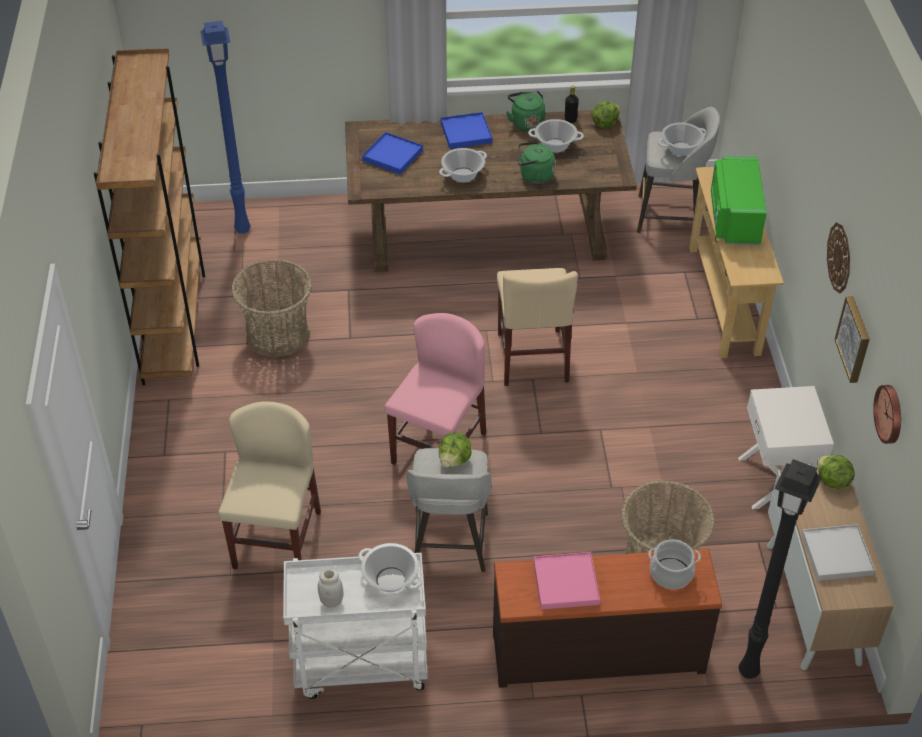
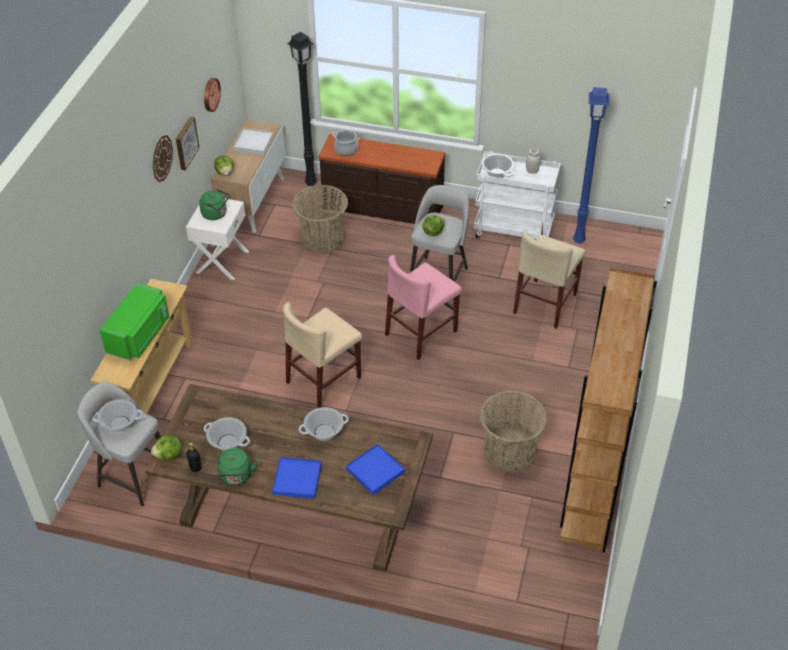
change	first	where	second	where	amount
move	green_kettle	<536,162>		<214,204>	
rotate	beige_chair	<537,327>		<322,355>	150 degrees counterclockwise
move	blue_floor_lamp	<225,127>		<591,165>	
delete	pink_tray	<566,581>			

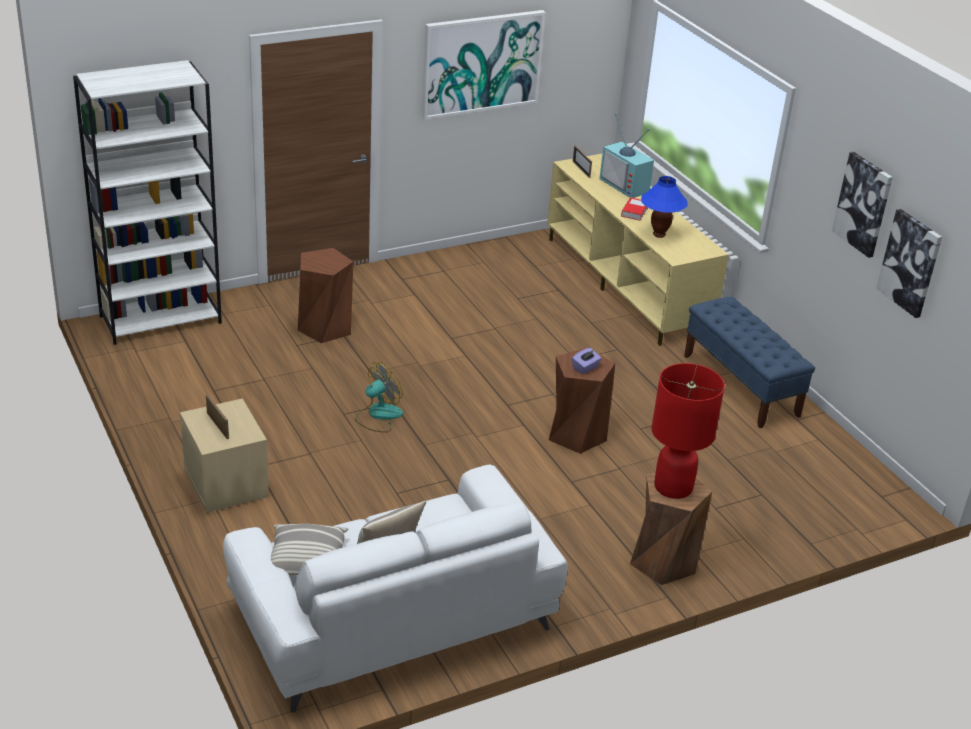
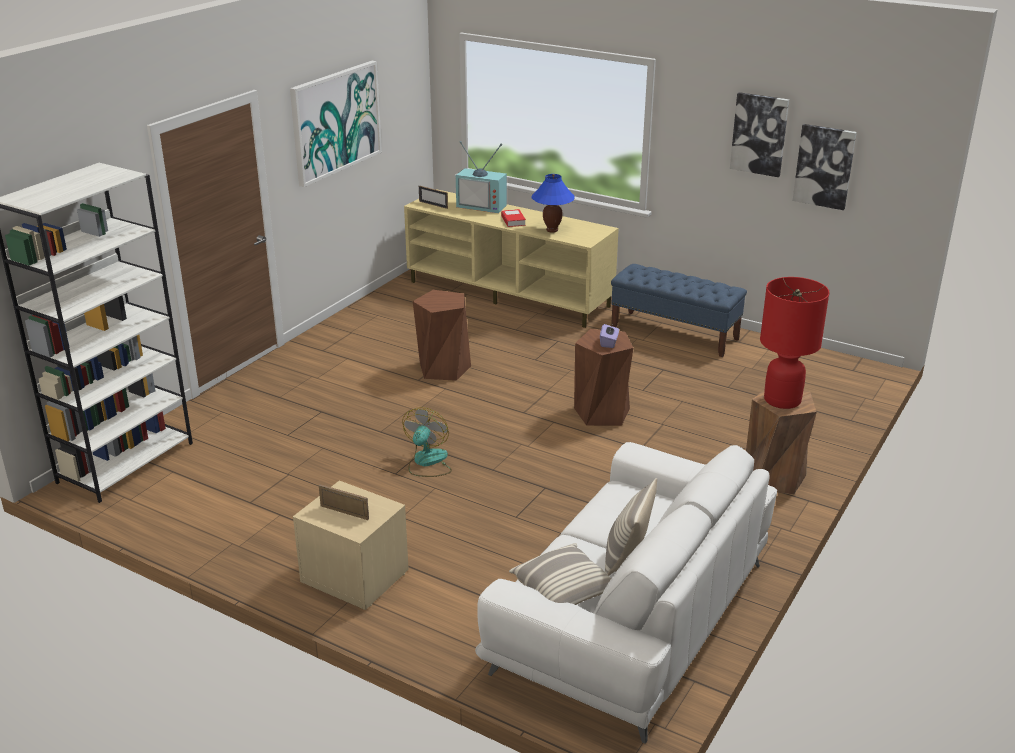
change	first	where	second	where	amount
move	brown_stool	<325,295>		<442,335>	

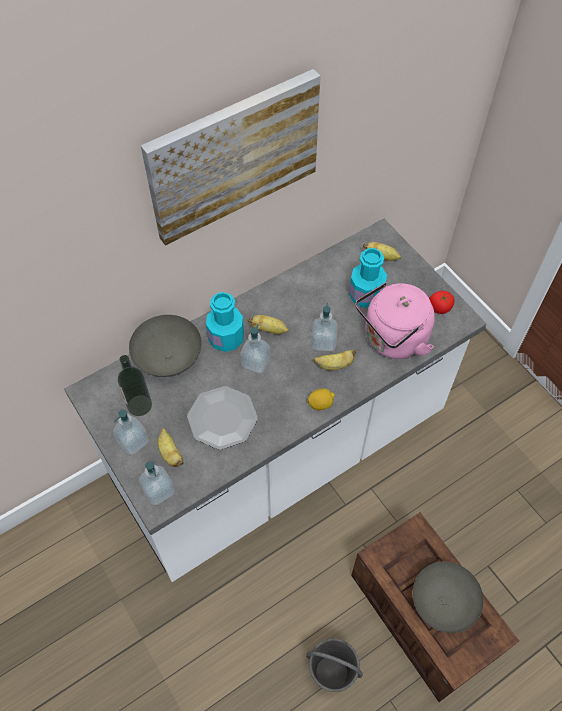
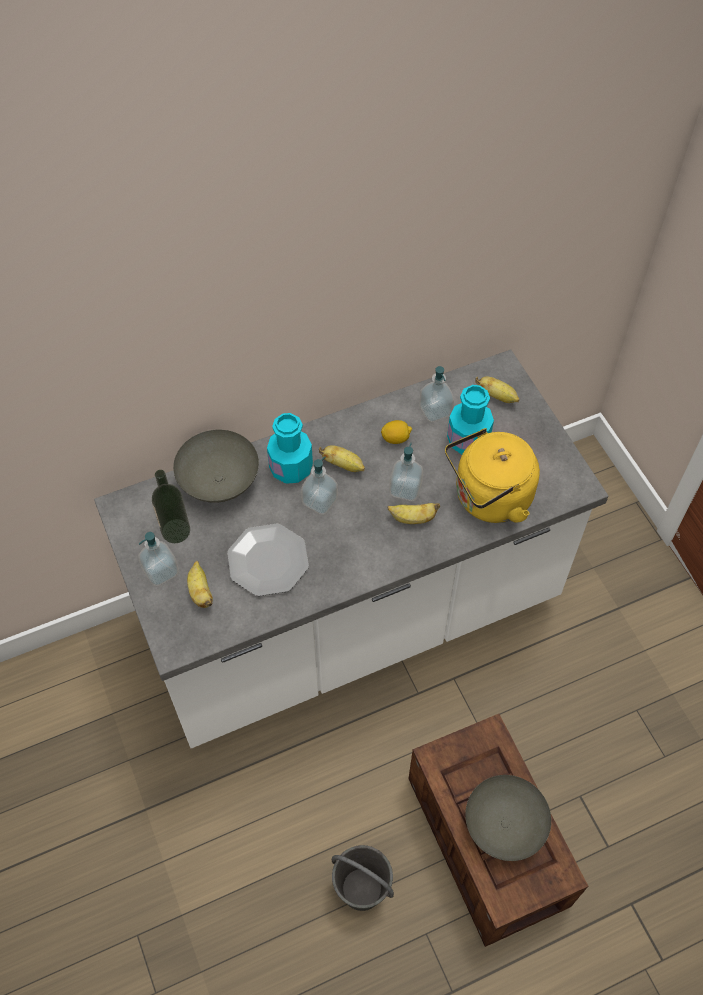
change	first	where	second	where	amount
move	lemon	<321,399>		<396,432>	
move	soap_dispenser	<157,483>		<436,394>	
recolor	pink_kettle	<395,320>	yellow_kettle	<492,475>	
delete	picture	<231,157>			
delete	tomato	<441,302>			

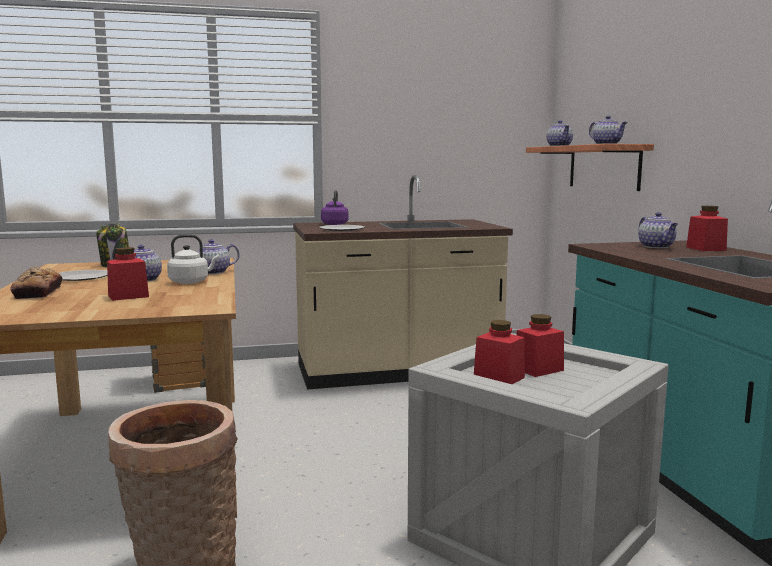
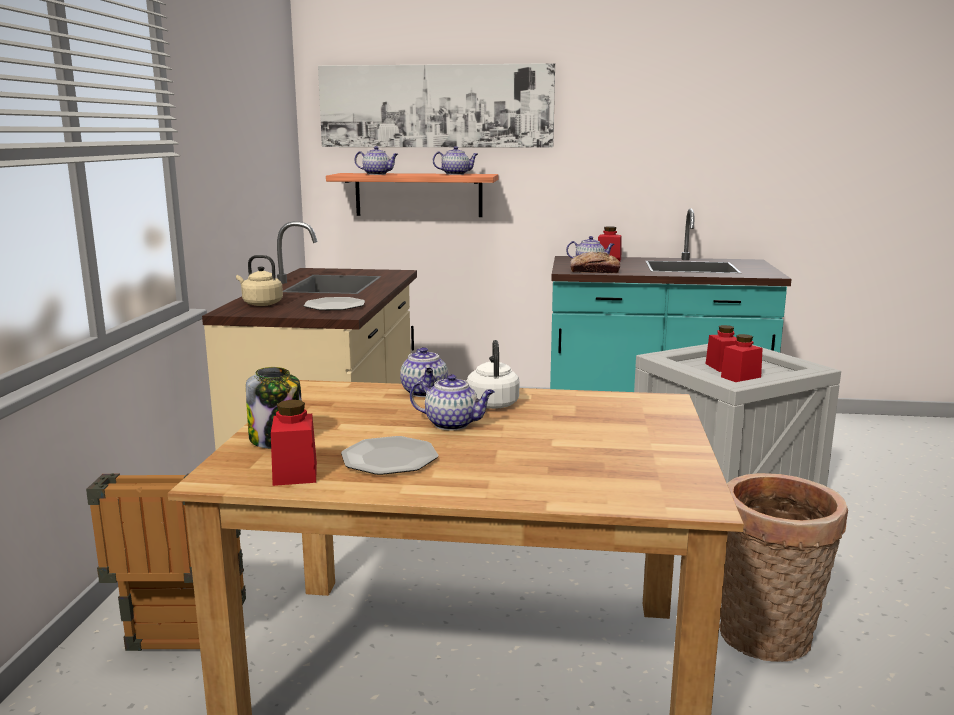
change	first	where	second	where	amount
recolor	purple_kettle	<334,207>	beige_kettle	<259,280>	
move	red_jar	<128,274>		<294,443>	
insert			picture	<436,105>	
move	bread	<36,282>		<595,263>	

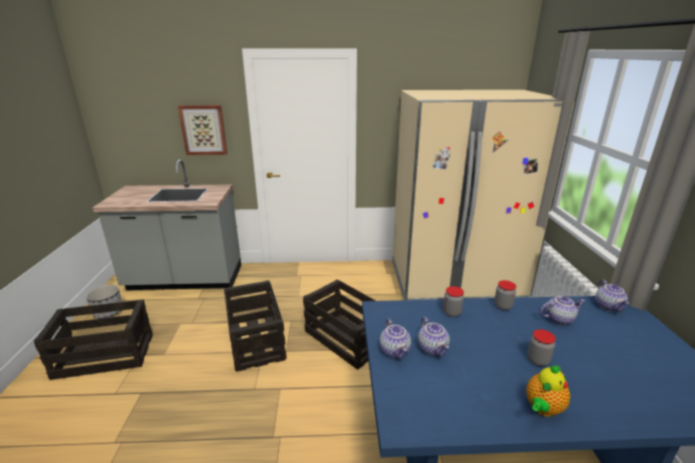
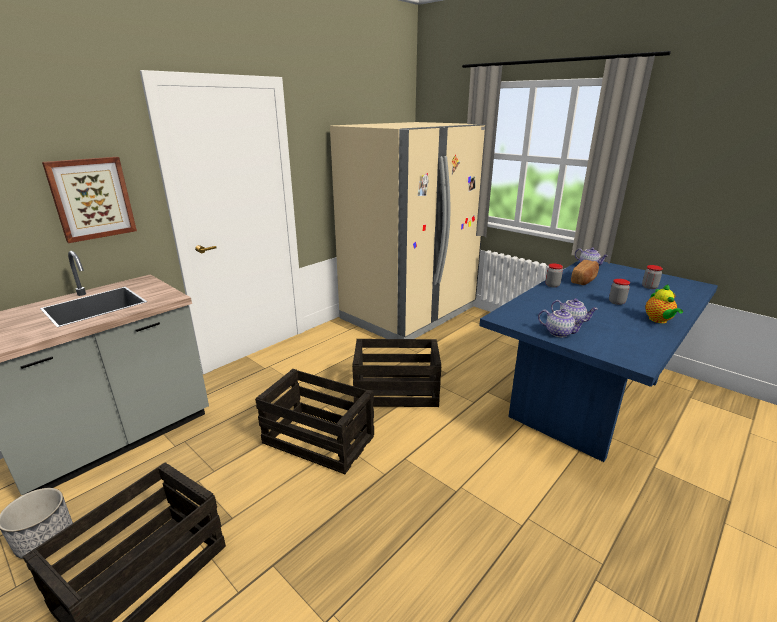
change	first	where	second	where	amount
replace	teapot	<562,310>	bread	<585,272>	
move	jar	<453,301>		<652,277>	

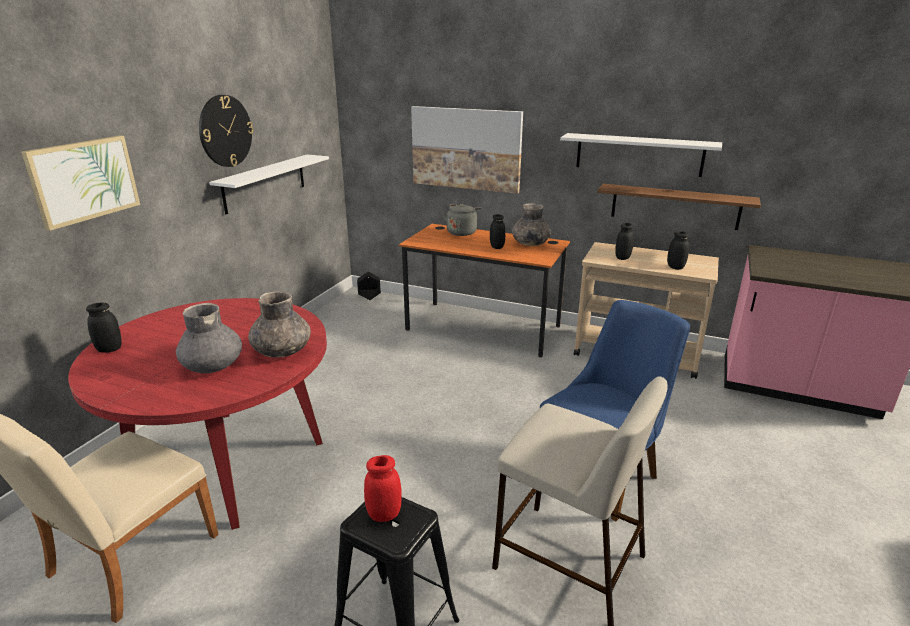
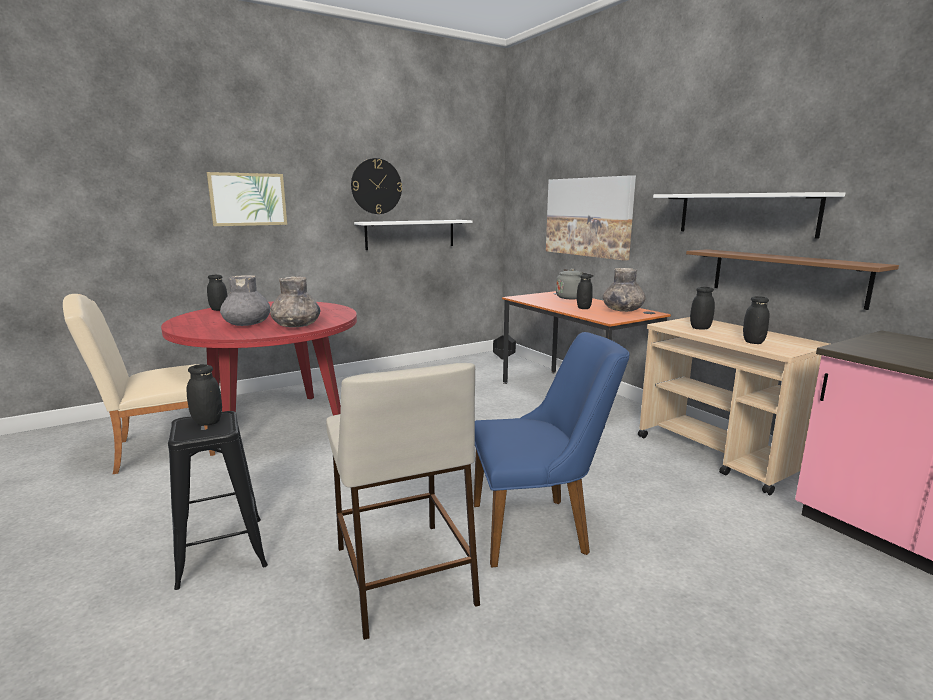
change	first	where	second	where	amount
recolor	red_jar	<383,488>	black_jar	<204,394>	

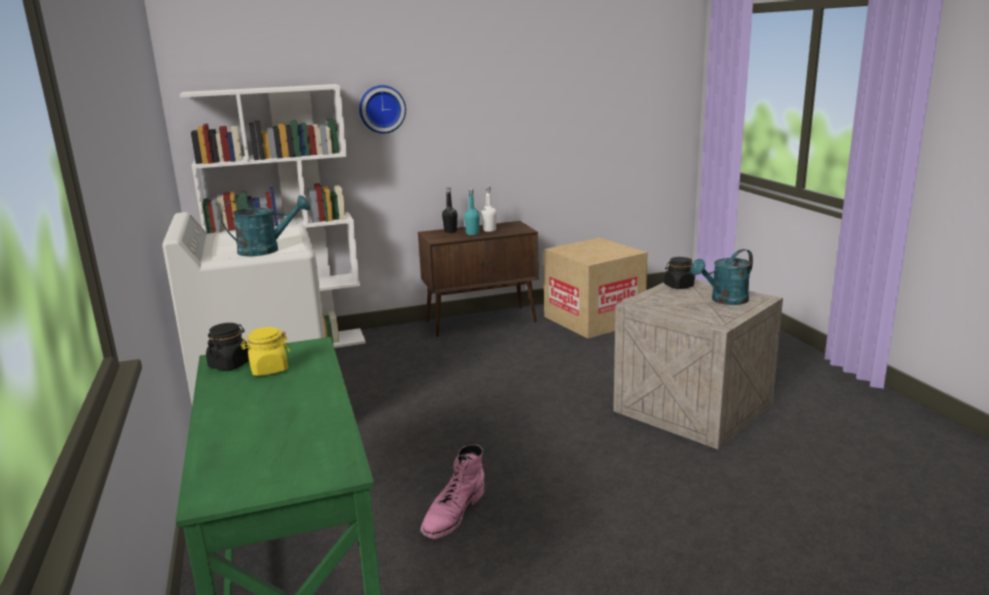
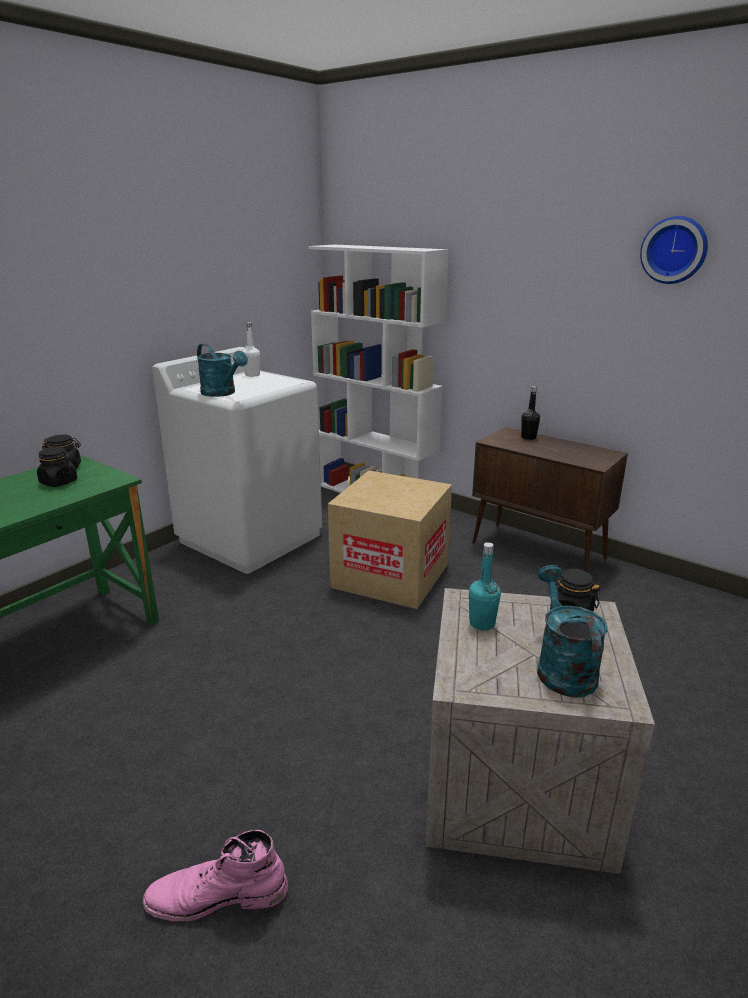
change	first	where	second	where	amount
recolor	yellow_jar	<265,351>	black_jar	<57,467>	
move	pink_boot	<452,491>		<215,875>	
move	white_bottle	<489,209>		<251,349>	
move	cardboard_box	<595,288>		<390,539>	
move	turquoise_bottle	<472,212>		<485,586>	
rotate	turquoise_watering_can	<722,277>		<572,631>	60 degrees clockwise
move	wall_clock	<382,109>		<674,250>	

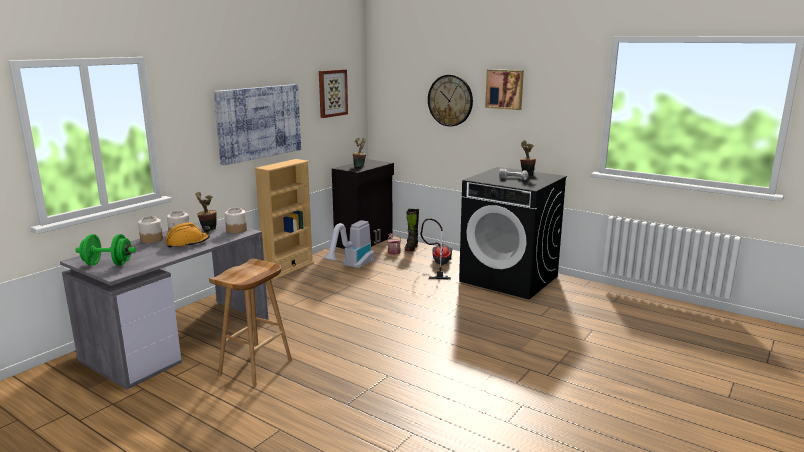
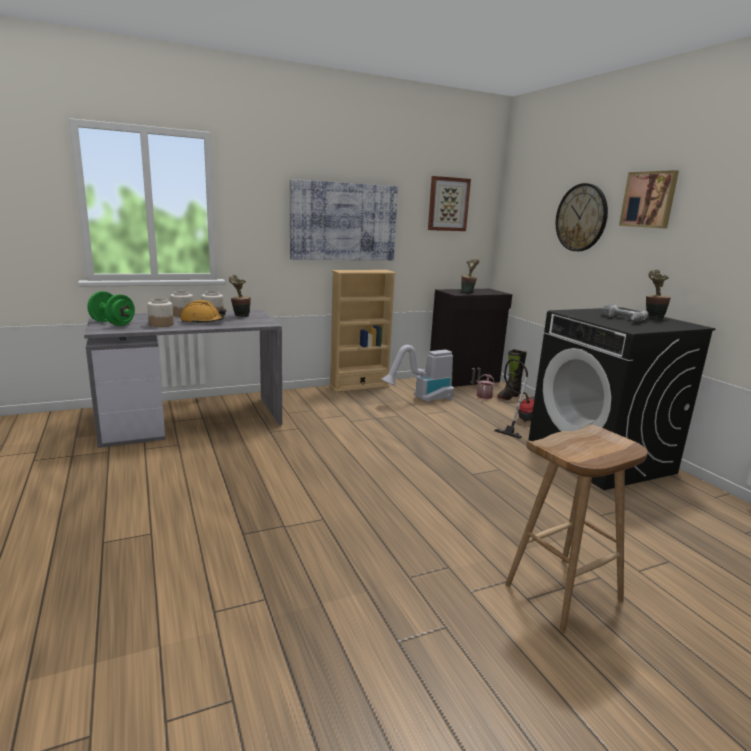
change	first	where	second	where	amount
move	jar	<236,220>		<160,312>	
move	brown_stool	<250,323>		<576,528>	

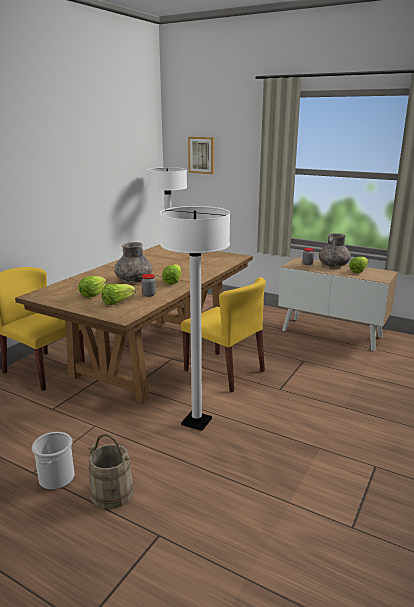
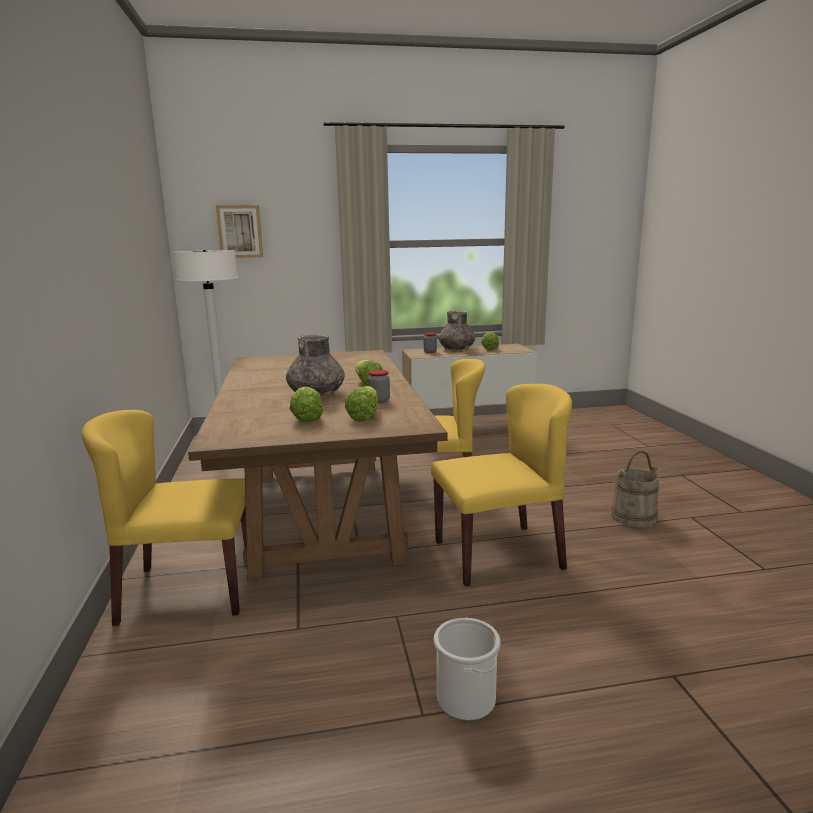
change	first	where	second	where	amount
replace	white_floor_lamp	<194,318>	yellow_chair	<501,485>	
move	beige_bucket	<111,471>		<635,488>	

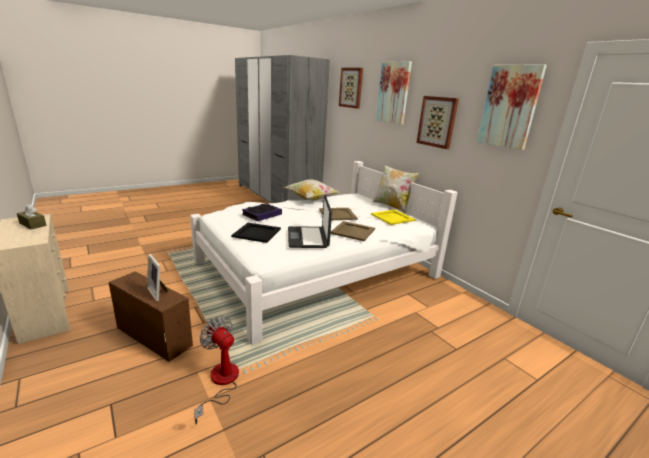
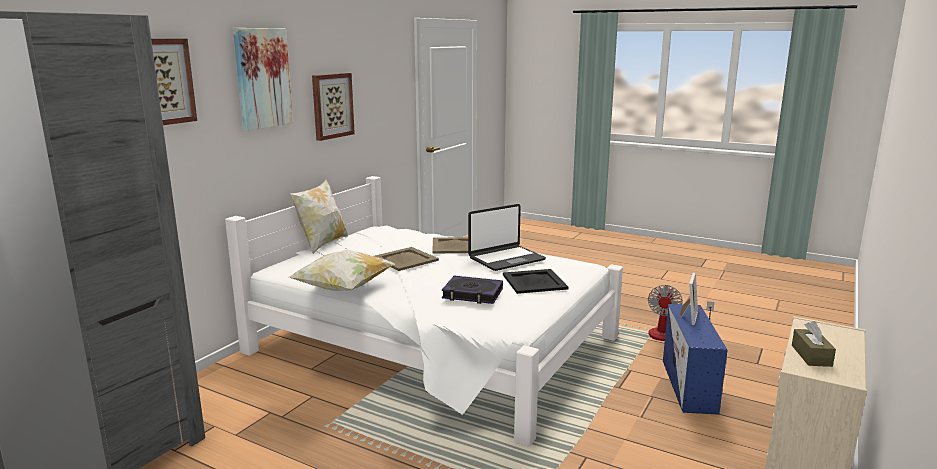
change	first	where	second	where	amount
recolor	brown_storage_box	<151,317>	blue_storage_box	<695,359>	
delete	yellow_tray	<393,217>			
delete	picture	<512,107>			

